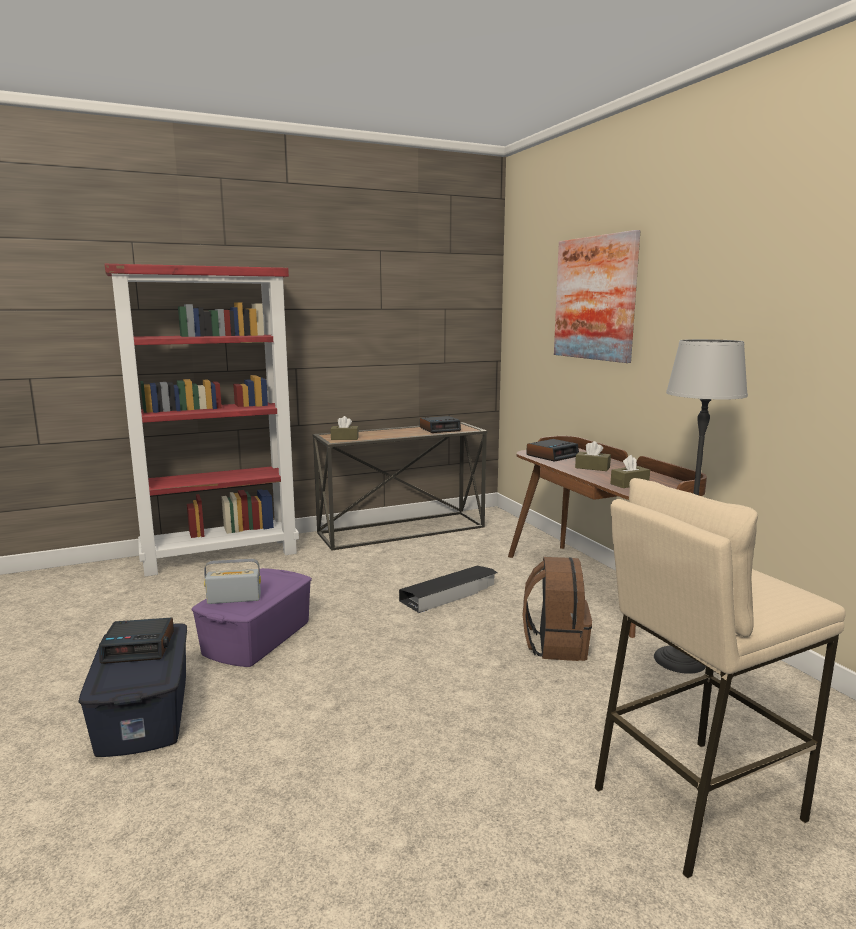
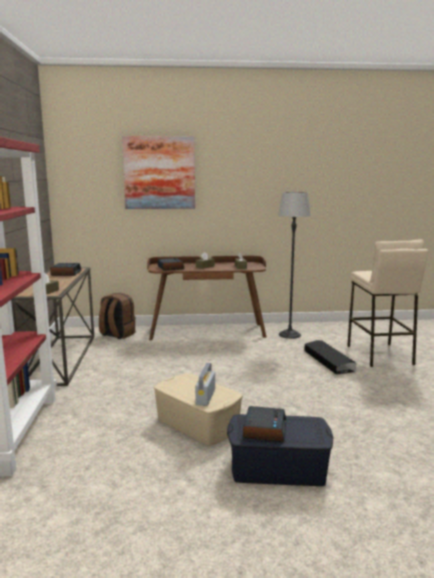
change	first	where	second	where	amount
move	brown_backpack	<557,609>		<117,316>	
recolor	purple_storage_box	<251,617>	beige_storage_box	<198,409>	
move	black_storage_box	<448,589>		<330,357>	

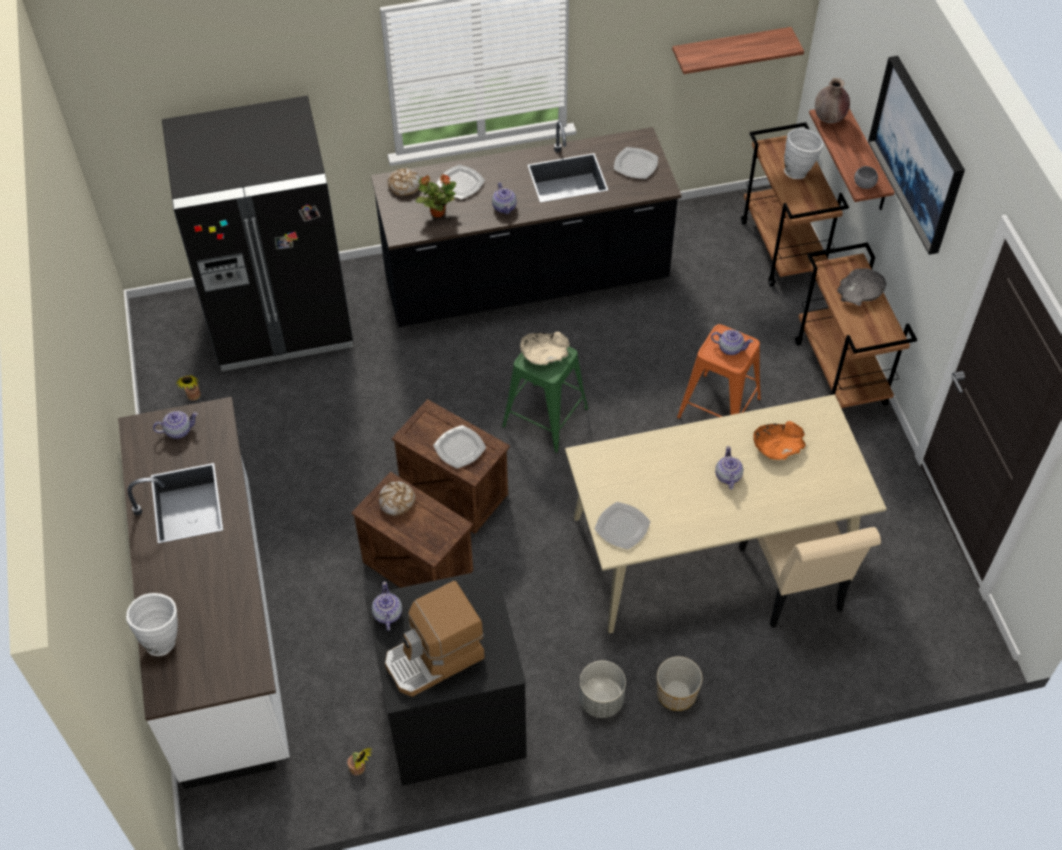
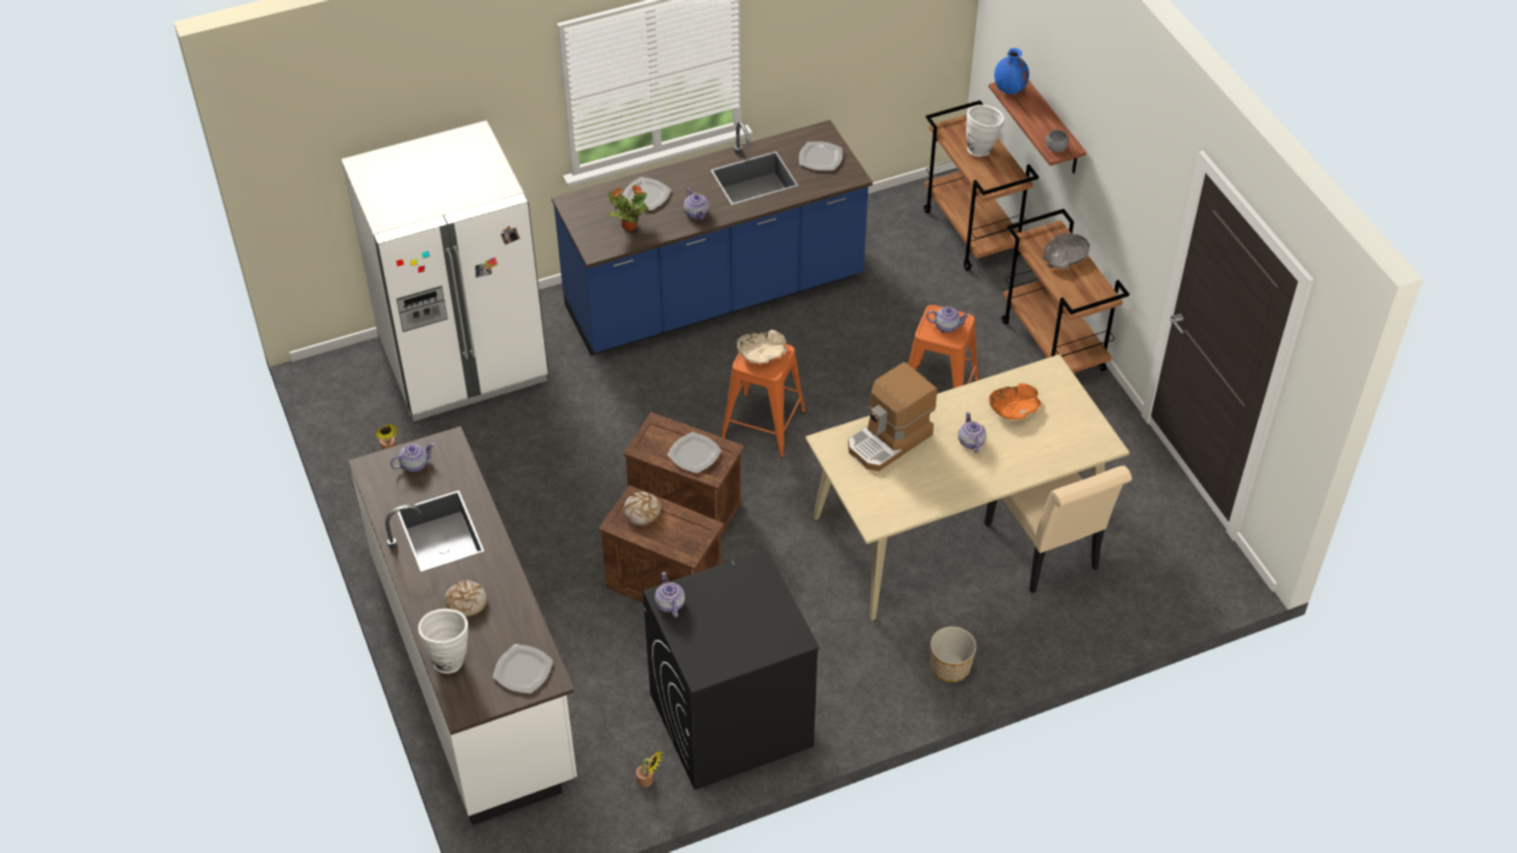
change	first	where	second	where	amount
recolor	black_fridge	<257,233>	white_fridge	<445,270>	
move	bread	<403,181>		<466,598>	
move	plate	<622,525>		<523,669>	
recolor	black_counter	<526,224>	blue_counter	<712,238>	
recolor	green_stool	<545,400>	orange_stool	<763,401>	
move	coffee_machine	<435,639>		<892,416>	
recolor	brown_vase	<832,100>	blue_vase	<1011,71>	
delete	grey_planter	<602,689>			
delete	shelf	<738,50>			
delete	picture	<916,155>			

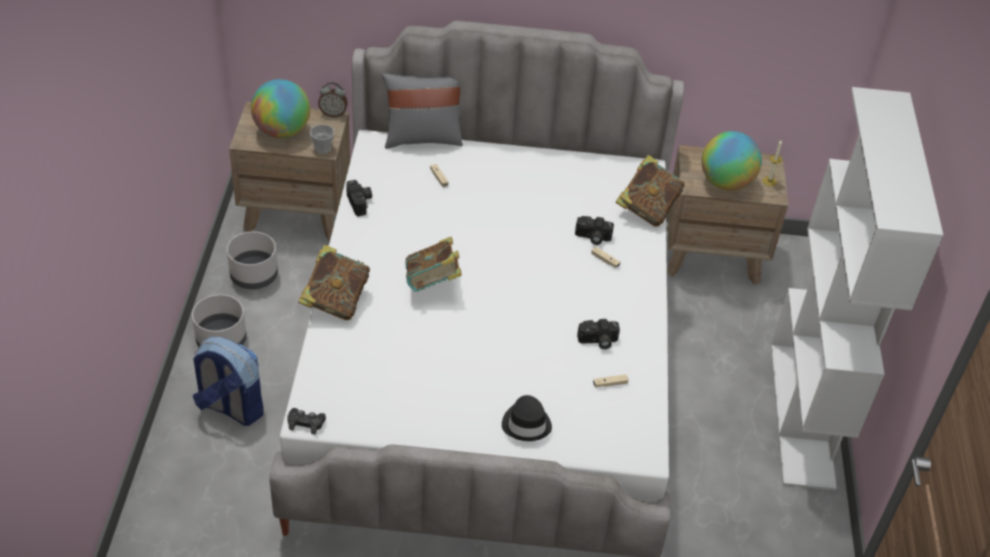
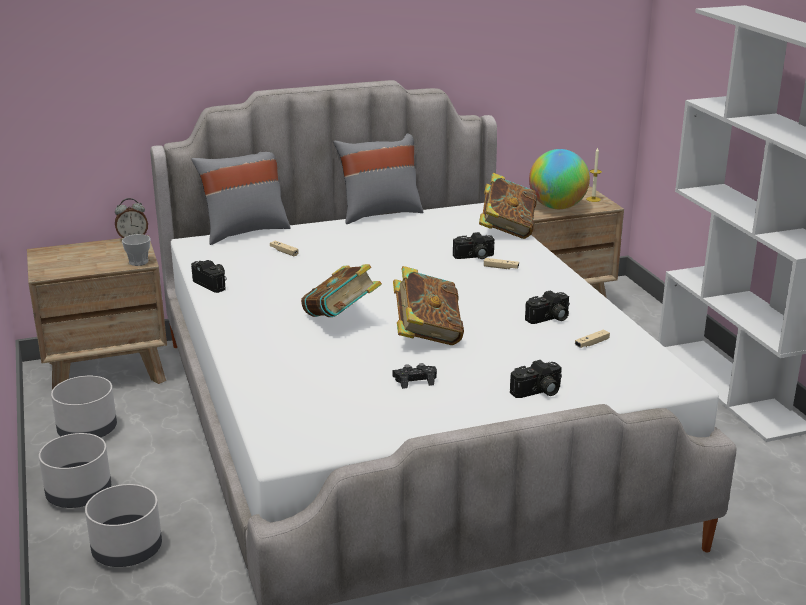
change	first	where	second	where	amount
replace	backpack	<228,381>	grey_planter	<123,525>	
insert			grey_pillow	<378,178>	
move	black_game_controller	<306,421>		<414,376>	
move	book	<334,282>		<428,305>	
replace	black_hat	<527,418>	photo_camera	<536,379>	
delete	globe	<280,108>			

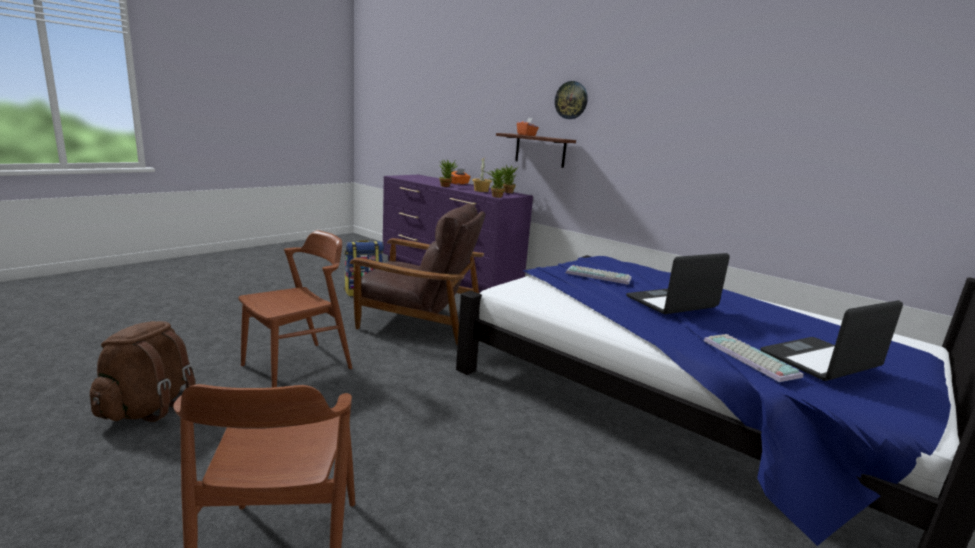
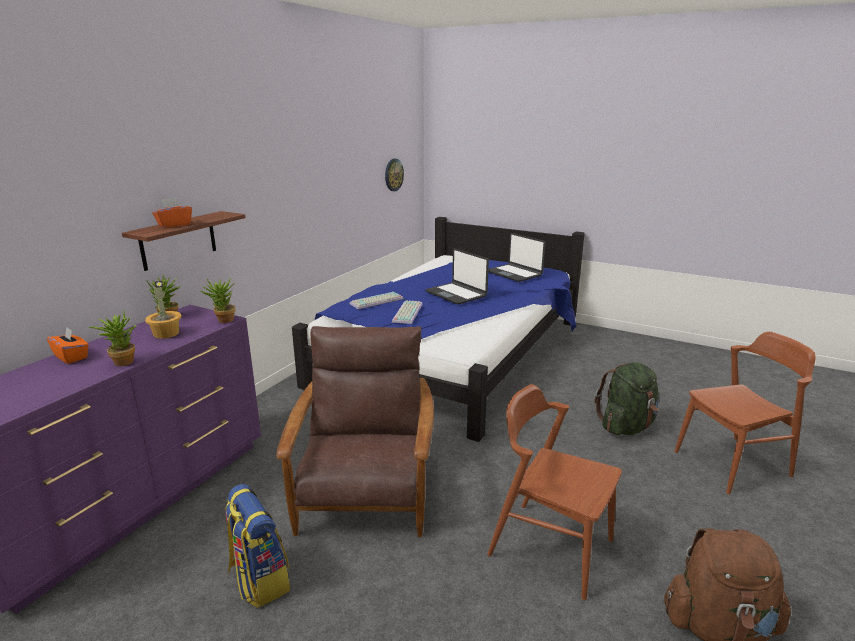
change	first	where	second	where	amount
move	keyboard	<753,358>		<377,300>	
move	wall_clock	<571,100>		<394,175>	
insert			green_backpack	<626,398>	

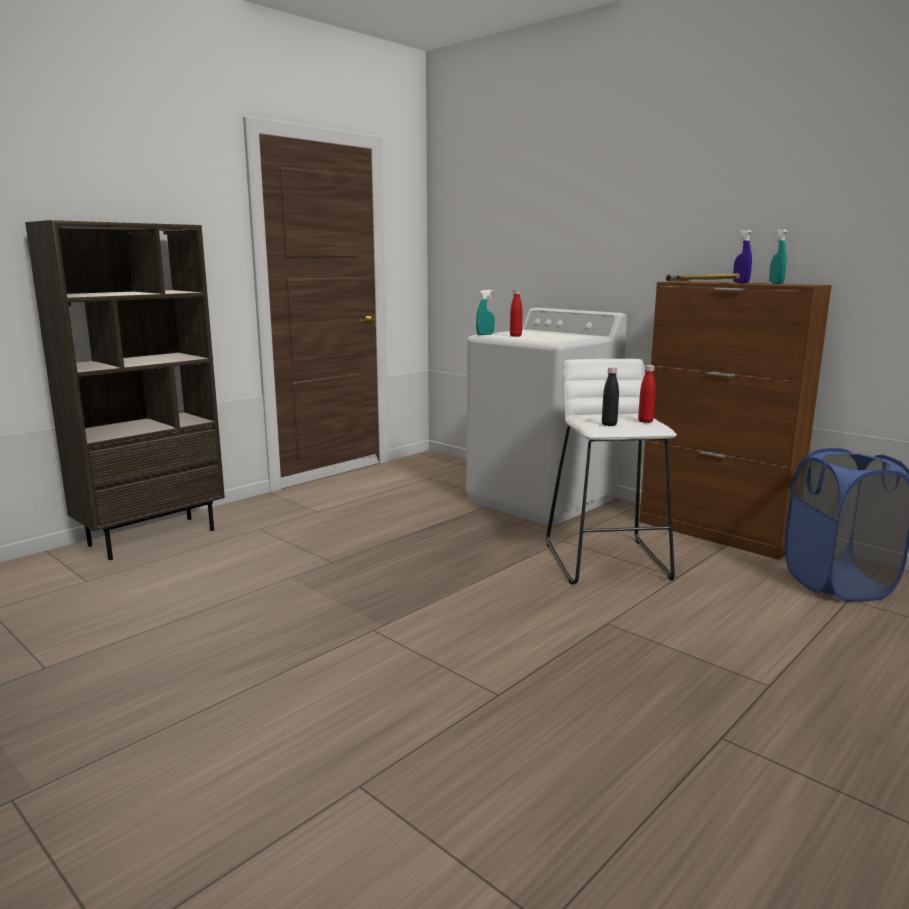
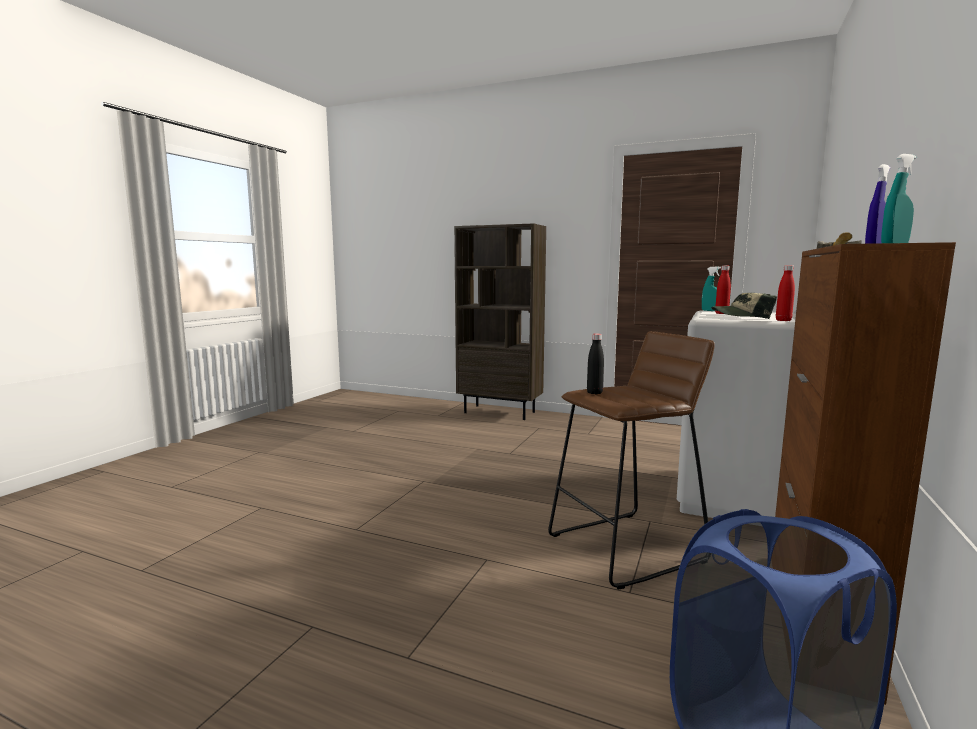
change	first	where	second	where	amount
recolor	white_stool	<611,471>	brown_stool	<631,460>	
insert			cap	<744,306>	
move	red_bottle	<647,394>		<785,293>	

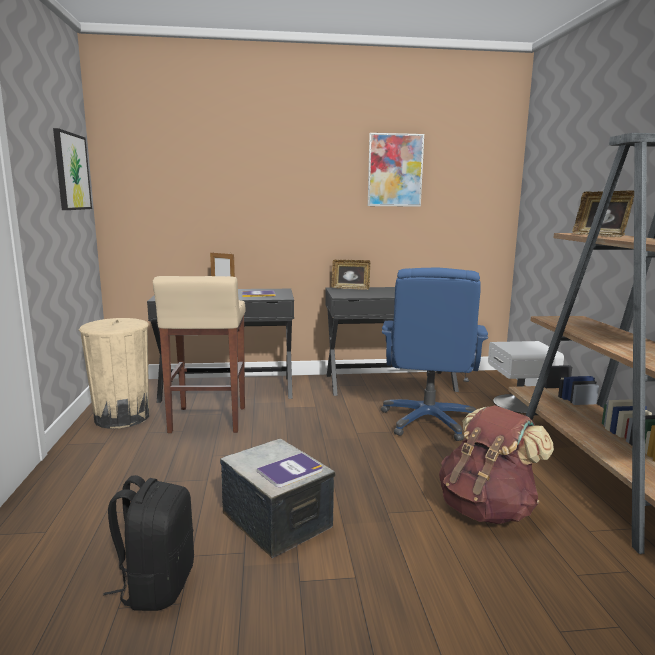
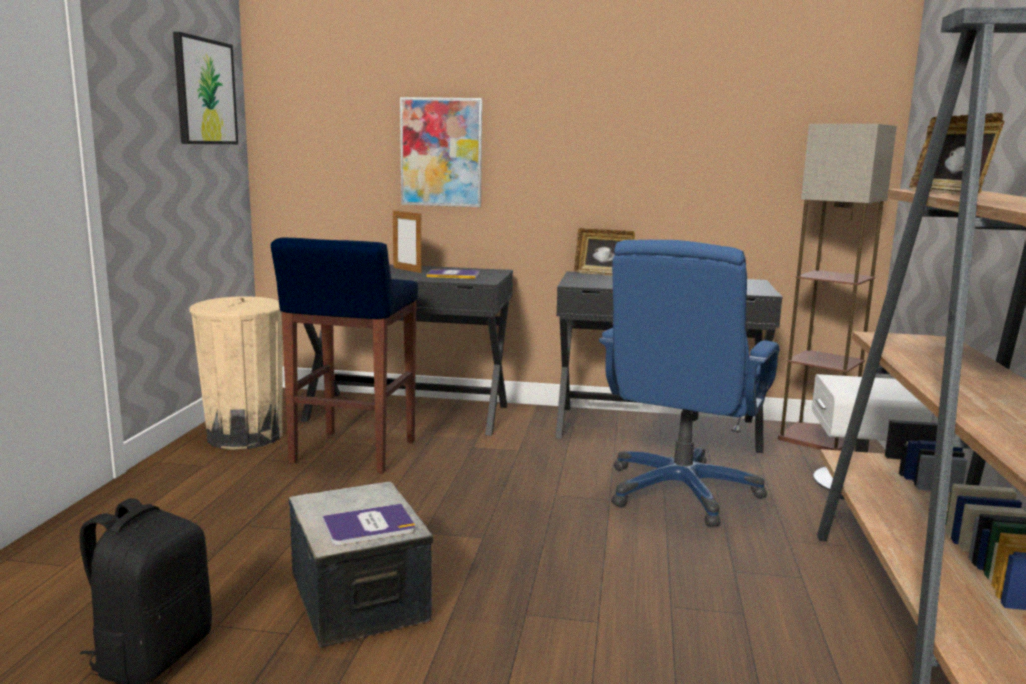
change	first	where	second	where	amount
recolor	beige_stool	<199,354>	blue_stool	<344,355>	
move	picture	<396,170>		<441,152>	
insert			floor_lamp	<837,287>	
delete	brown_backpack	<496,464>			

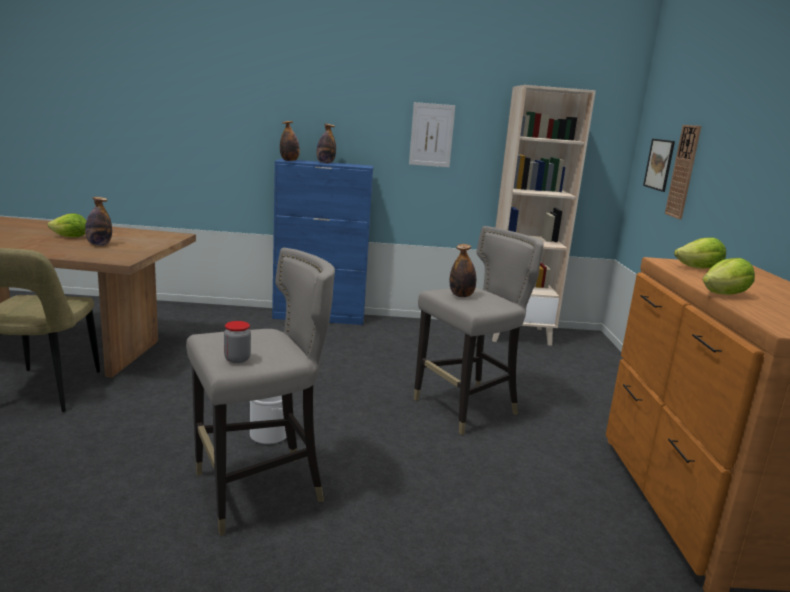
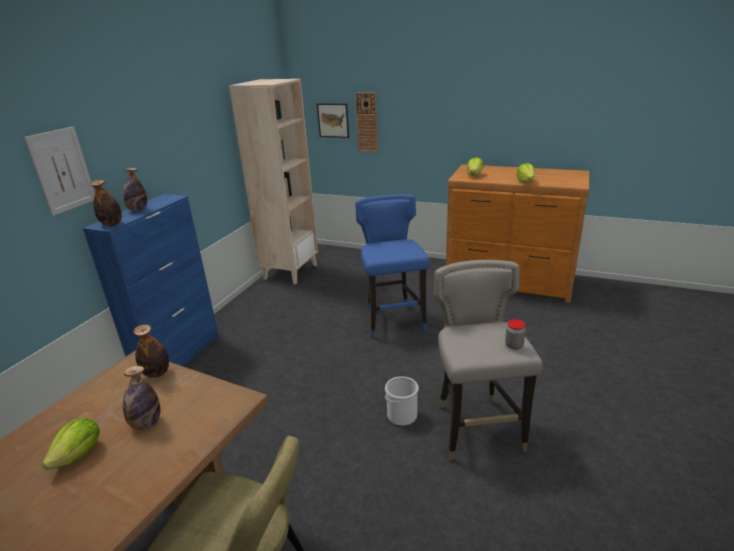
change	first	where	second	where	amount
move	picture	<432,134>		<59,171>	
move	bottle	<463,270>		<151,351>	
recolor	grey_stool	<479,330>	blue_stool	<392,266>	

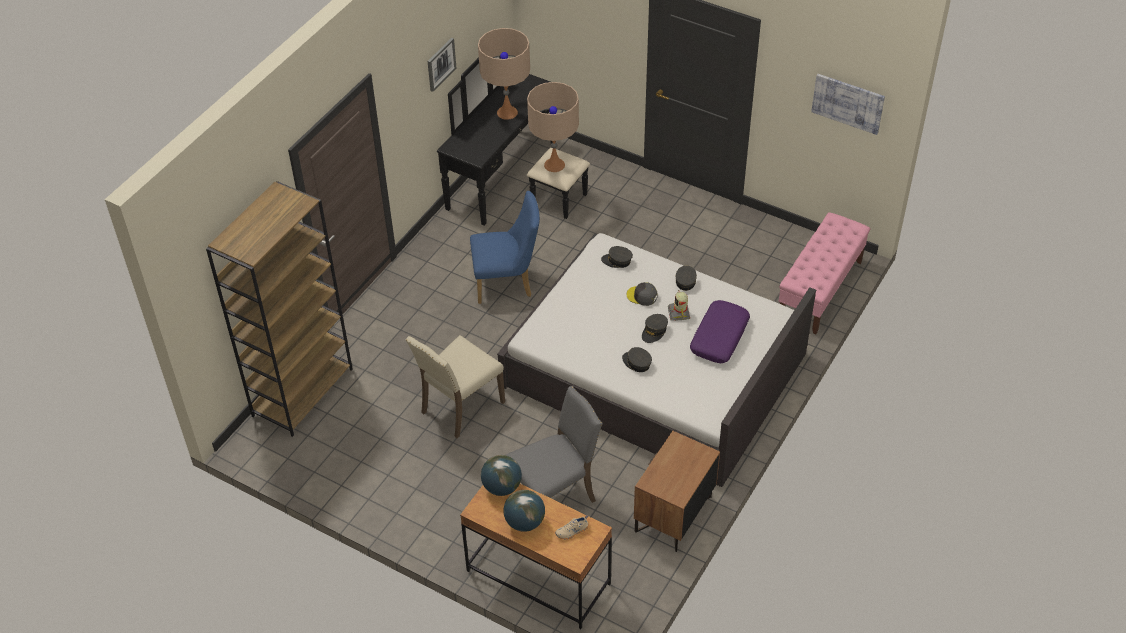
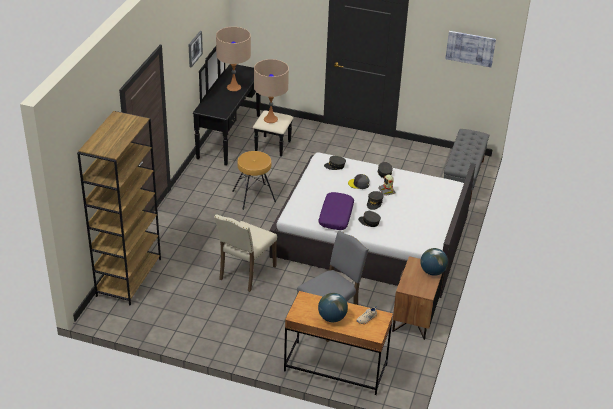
change	first	where	second	where	amount
replace	blue_chair	<505,247>	brown_stool	<254,180>	
move	purple_pillow	<720,331>		<336,211>	
move	globe	<501,475>		<434,262>	
recolor	pink_bench	<824,273>	grey_bench	<466,166>	

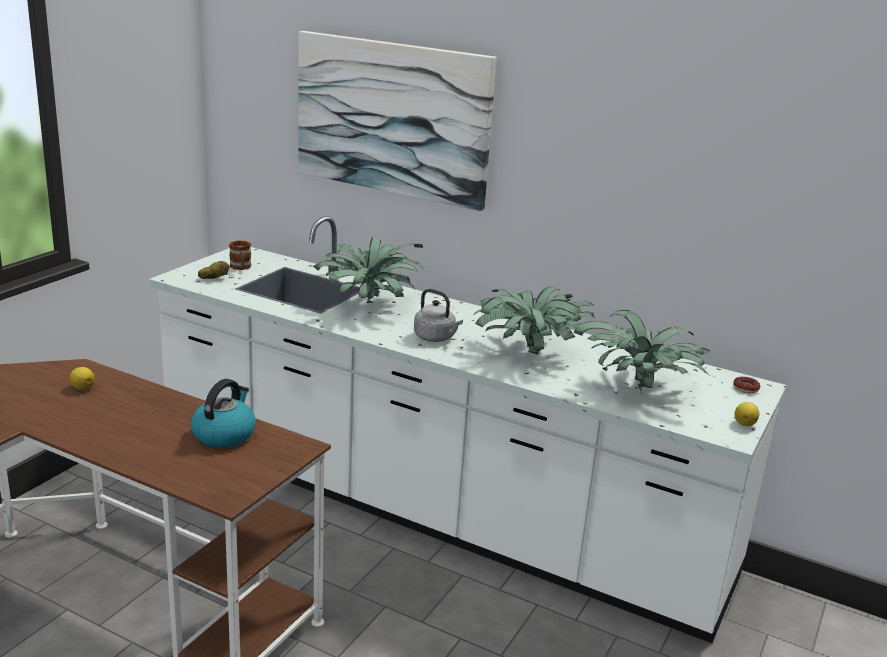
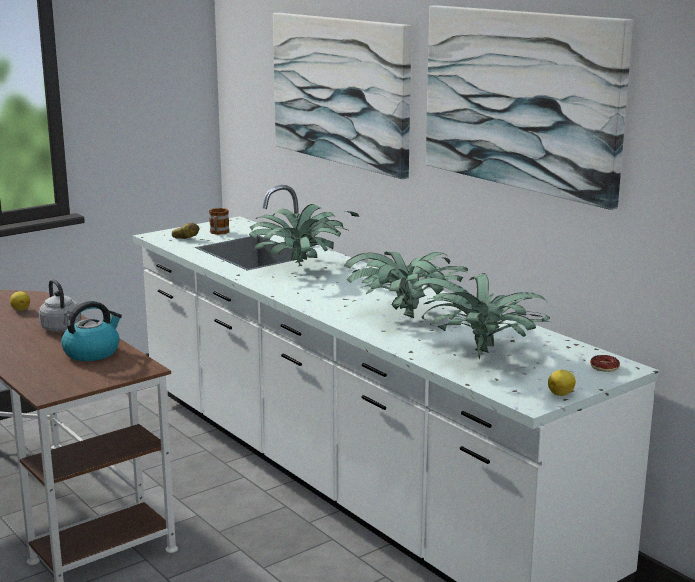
change	first	where	second	where	amount
move	grey_kettle	<438,315>		<60,305>	
insert			picture	<529,107>	

